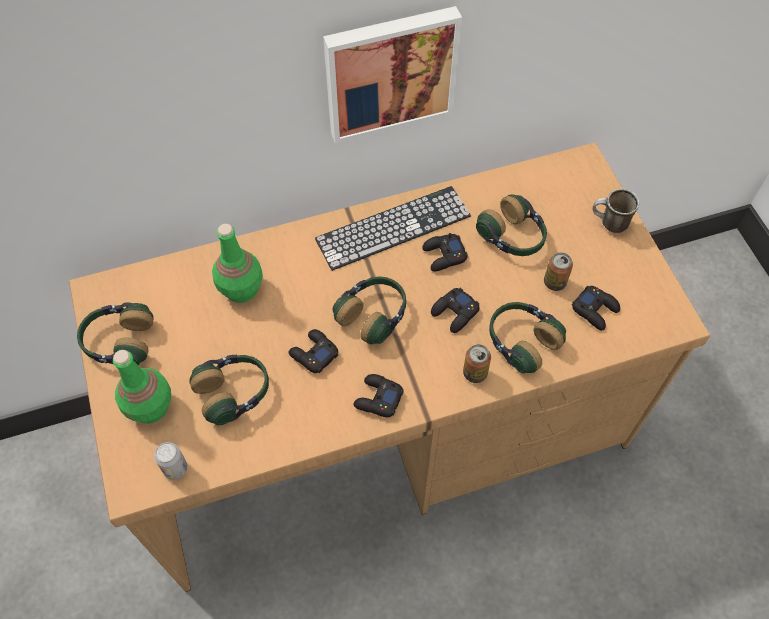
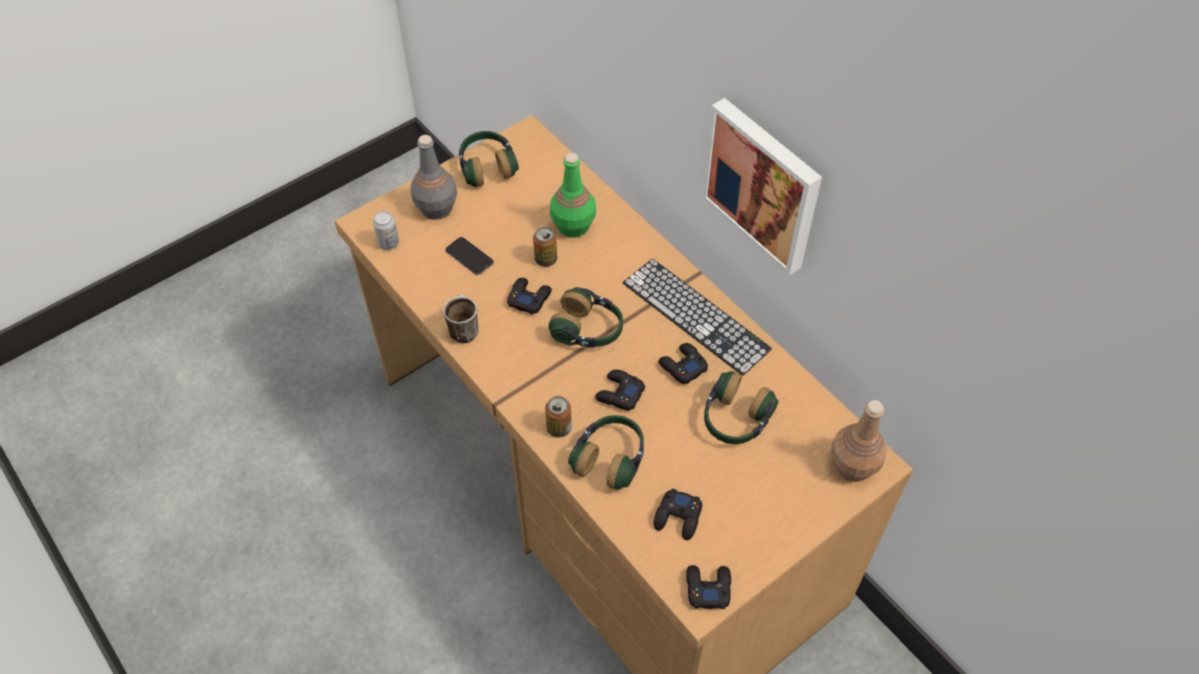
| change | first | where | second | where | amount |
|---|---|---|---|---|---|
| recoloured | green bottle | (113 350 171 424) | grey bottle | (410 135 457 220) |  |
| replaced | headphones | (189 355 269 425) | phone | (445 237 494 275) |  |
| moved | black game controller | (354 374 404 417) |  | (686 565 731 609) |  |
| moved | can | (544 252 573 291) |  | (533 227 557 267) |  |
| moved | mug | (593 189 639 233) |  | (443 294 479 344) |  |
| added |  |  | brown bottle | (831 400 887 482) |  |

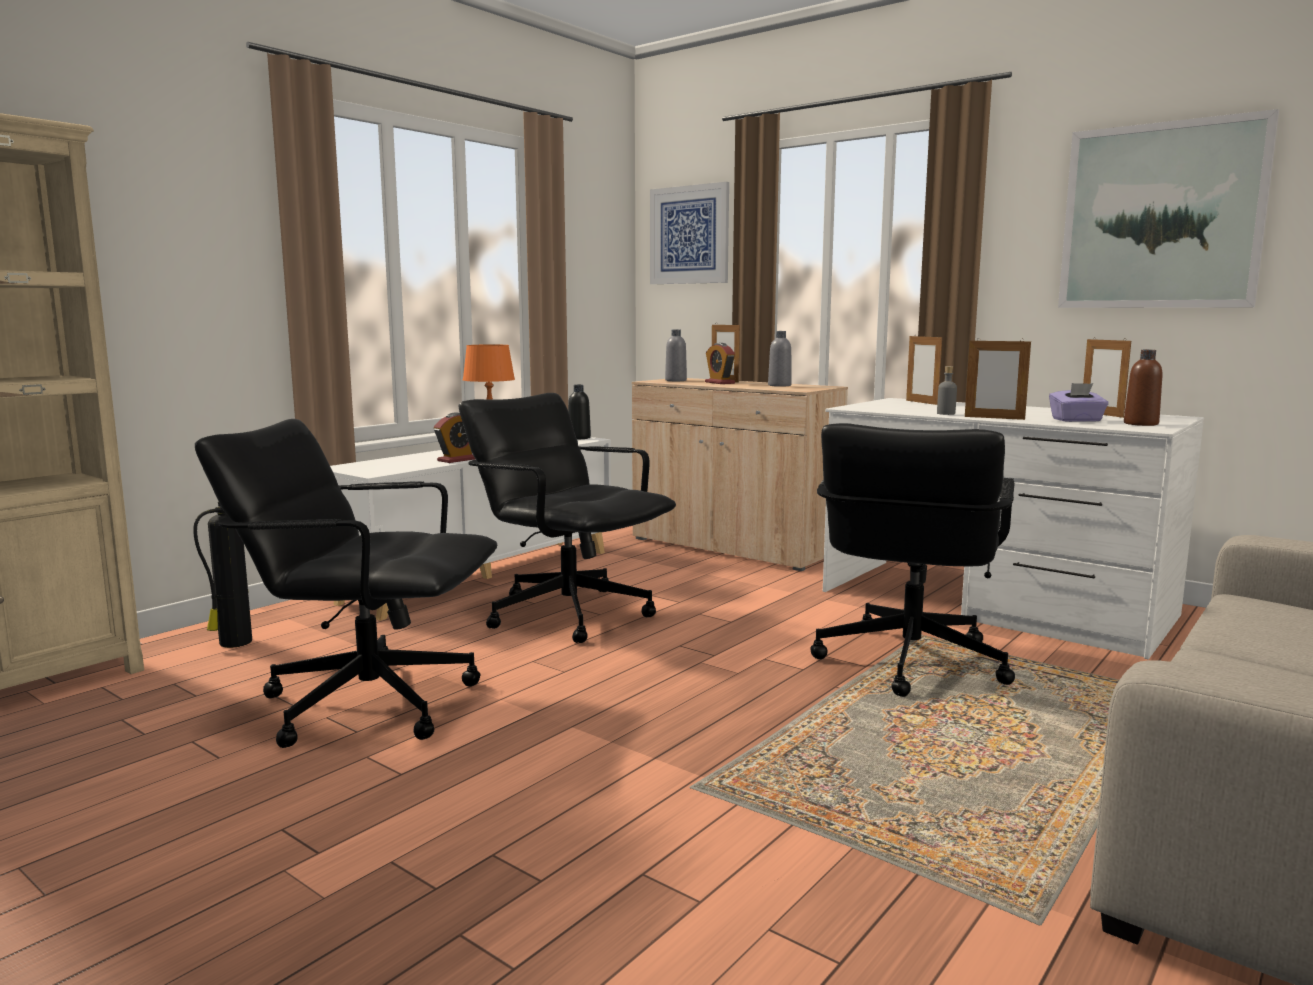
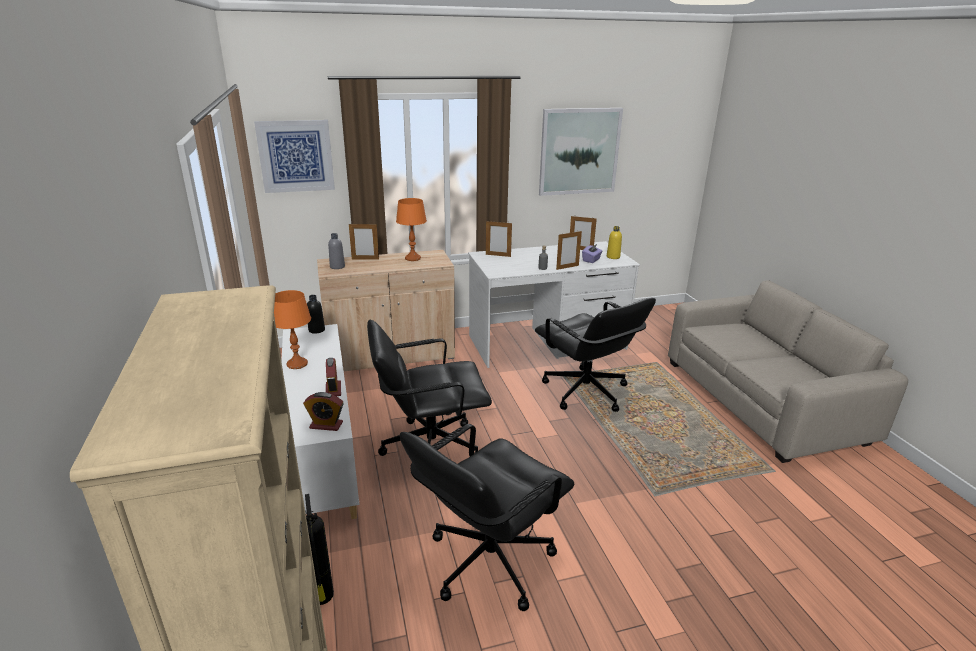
| change | first | where | second | where | amount |
|---|---|---|---|---|---|
| moved | alarm clock | (705 343 735 384) |  | (303 392 344 431) |  |
| replaced | grey bottle | (768 331 792 387) | orange table lamp | (396 198 427 261) |  |
| recoloured | brown bottle | (1124 350 1162 426) | yellow bottle | (607 226 622 259) |  |

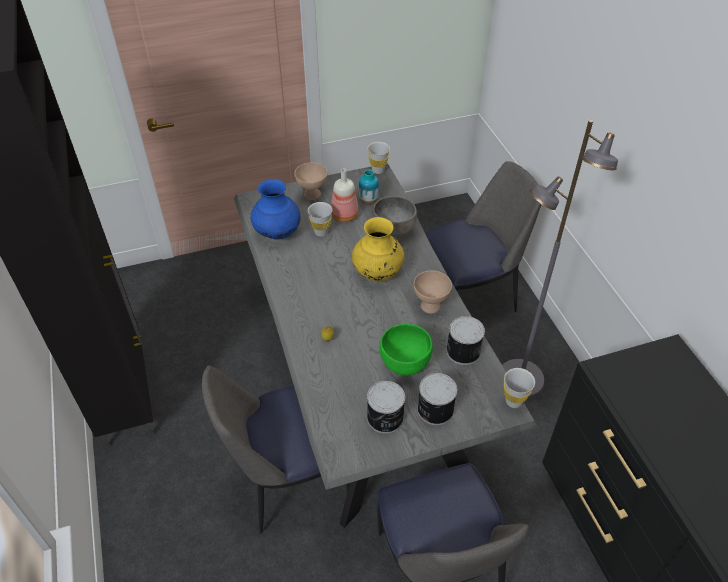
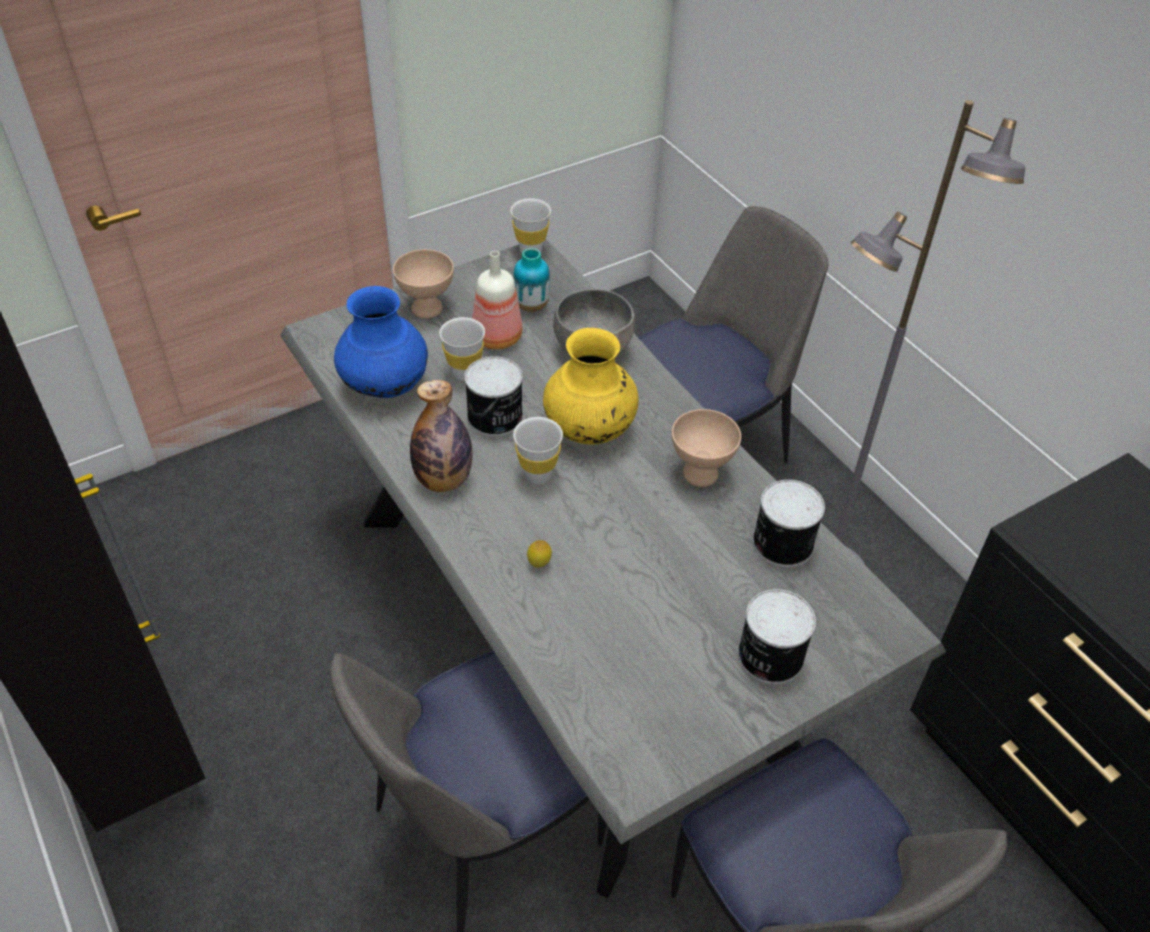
| change | first | where | second | where | amount |
|---|---|---|---|---|---|
| moved | can | (367 381 405 434) |  | (465 356 523 437) |  |
| removed | green bowl | (379 324 433 376) |  |  |  |
| moved | white cup | (504 368 535 408) |  | (513 417 563 485) |  |
| added |  |  | bottle | (410 380 472 492) |  |

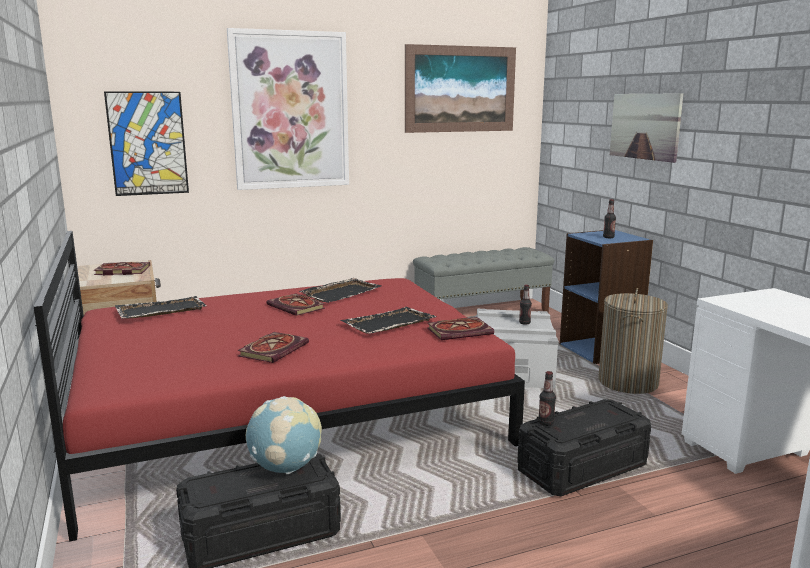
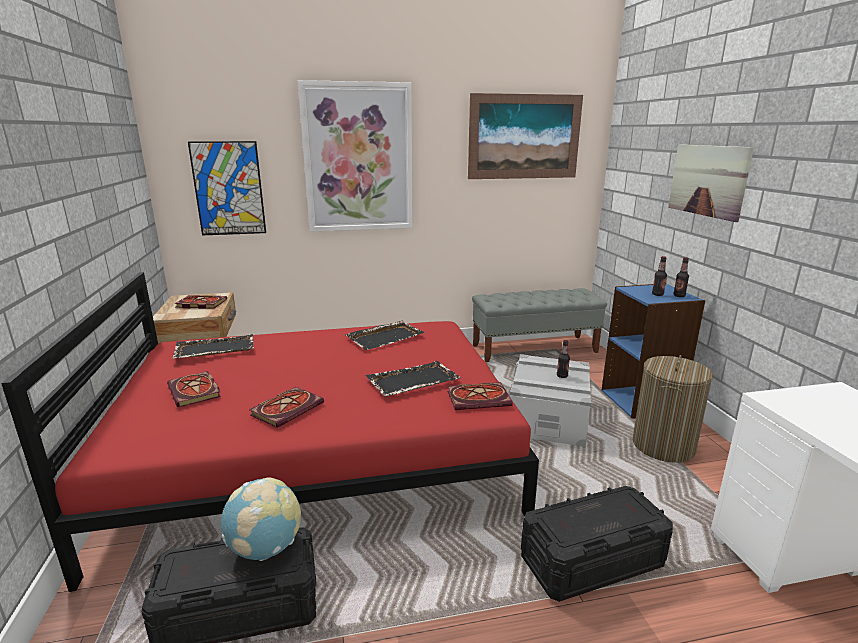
| change | first | where | second | where | amount |
|---|---|---|---|---|---|
| moved | book | (266 294 325 316) |  | (167 371 221 407) |  |
| moved | bottle | (538 371 556 426) |  | (673 257 689 297) |  |

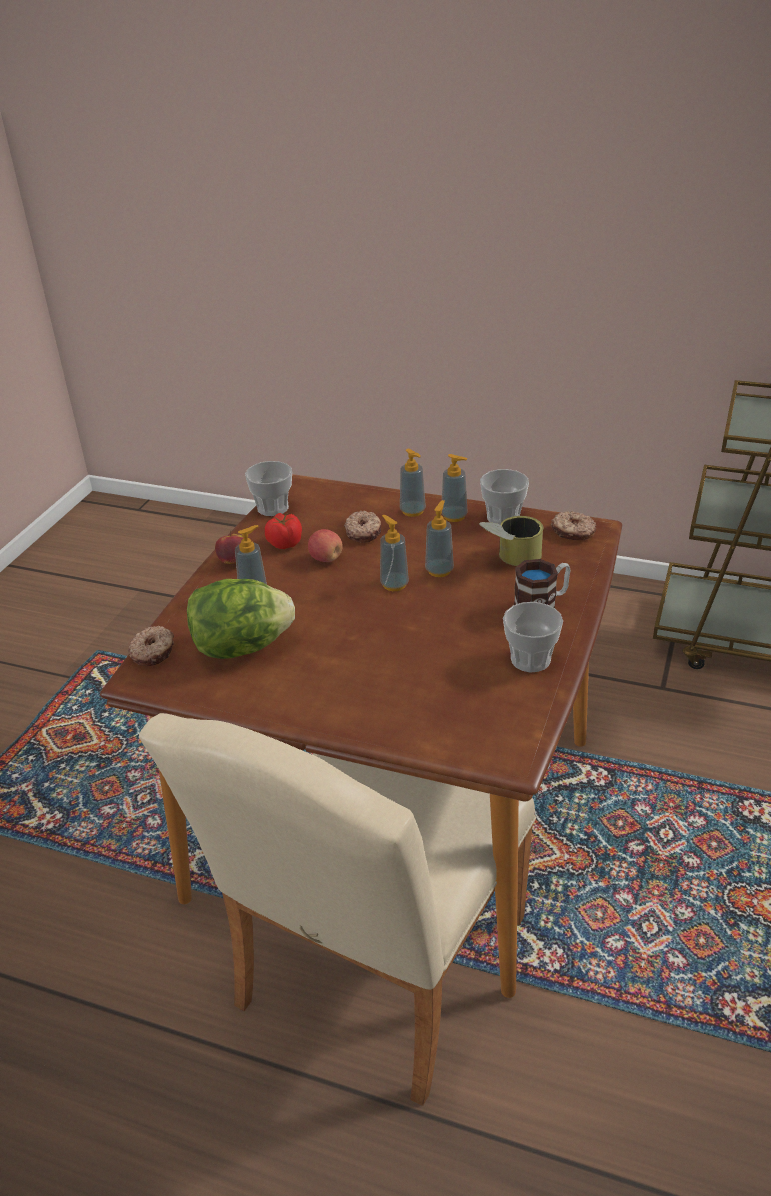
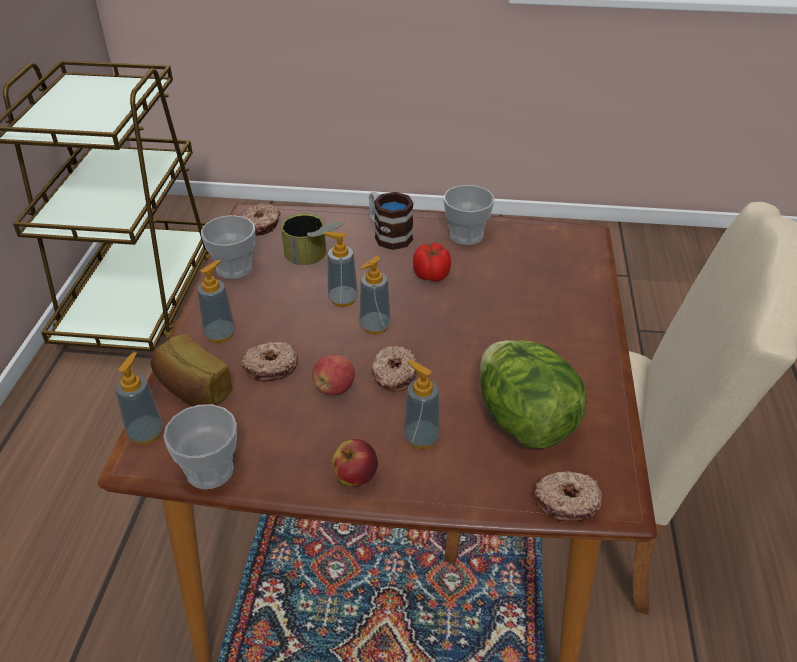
| change | first | where | second | where | amount |
|---|---|---|---|---|---|
| moved | tomato | (265 513 302 549) |  | (413 243 451 282) |  |
| moved | soap dispenser | (442 454 468 522) |  | (115 352 163 444) |  |
| added |  |  | bread | (151 334 232 407) |  |
| added |  |  | donut | (372 346 418 392) |  |

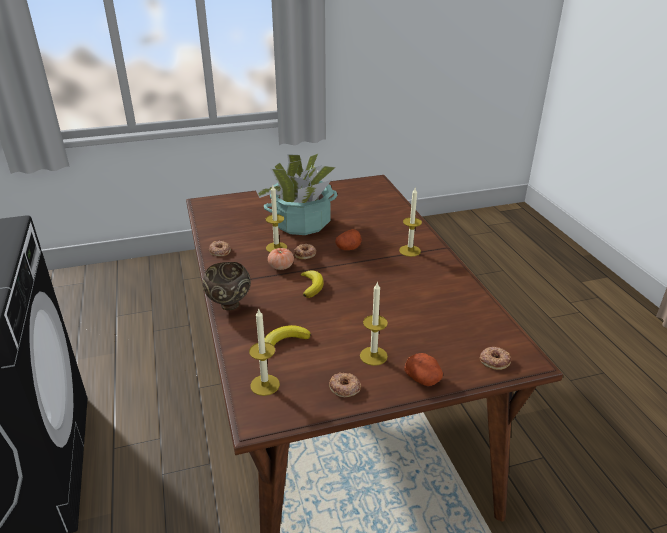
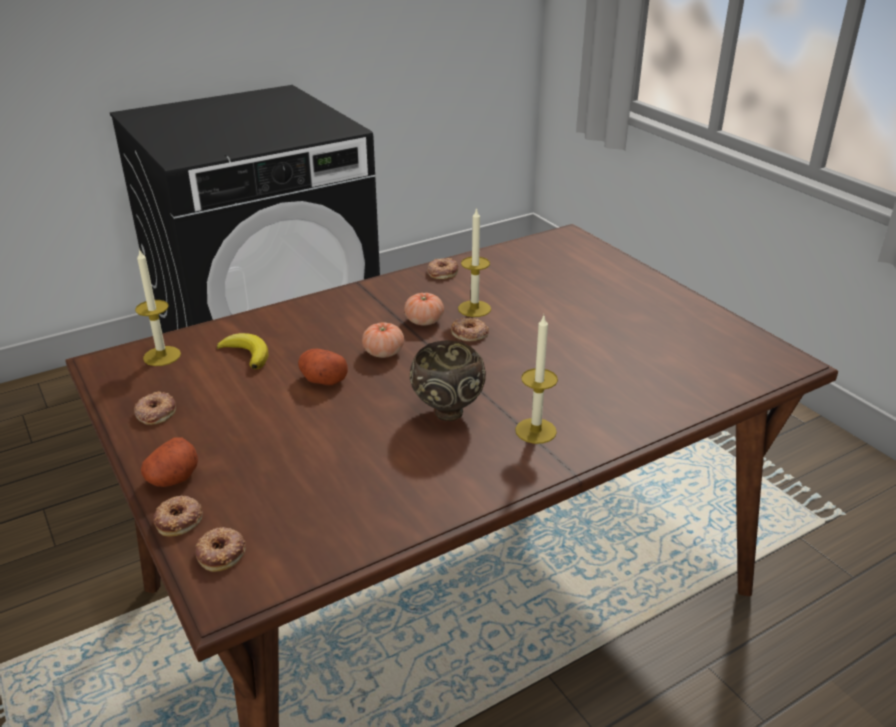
| change | first | where | second | where | amount |
|---|---|---|---|---|---|
| moved | brown bowl | (202 262 251 310) |  | (410 341 486 421) |  |
| removed | potted plant | (256 153 337 235) |  |  |  |
| replaced | banana | (300 271 324 298) | tomato | (362 323 404 358) |  |
| moved | potato | (335 229 362 250) |  | (298 349 348 386) |  |
| removed | candle | (360 283 388 366) |  |  |  |
| added |  |  | donut | (153 495 203 537) |  |

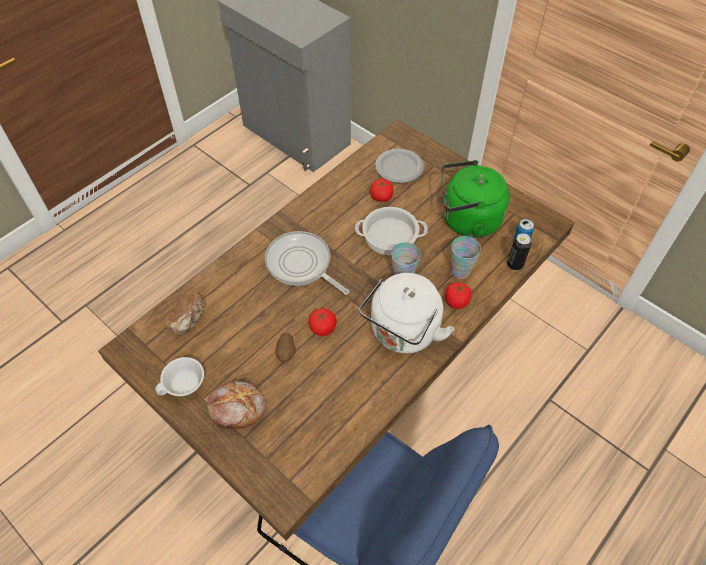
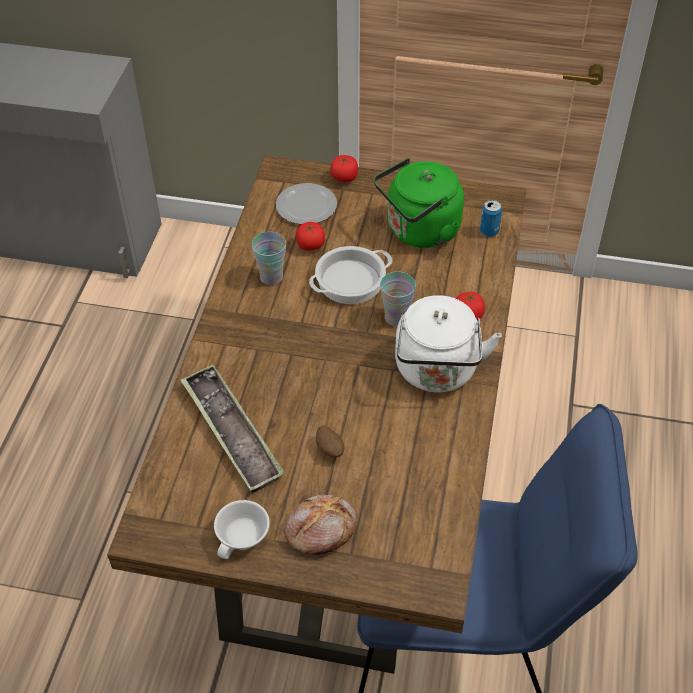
| change | first | where | second | where | amount |
|---|---|---|---|---|---|
| removed | bread | (163 292 204 335) |  |  |  |
| removed | frying pan | (265 231 350 295) |  |  |  |
| moved | tomato | (308 308 337 336) |  | (330 155 358 182) |  |
| moved | cup | (451 236 481 279) |  | (252 232 286 285) |  |
| removed | can | (507 233 532 271) |  |  |  |
| added |  |  | tray | (181 364 285 493) |  |

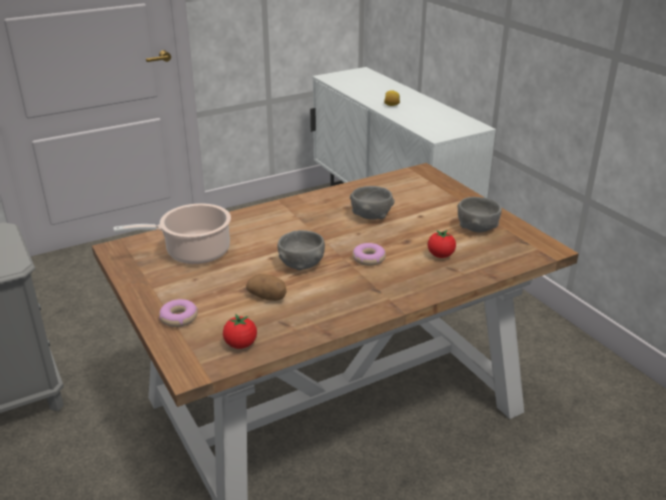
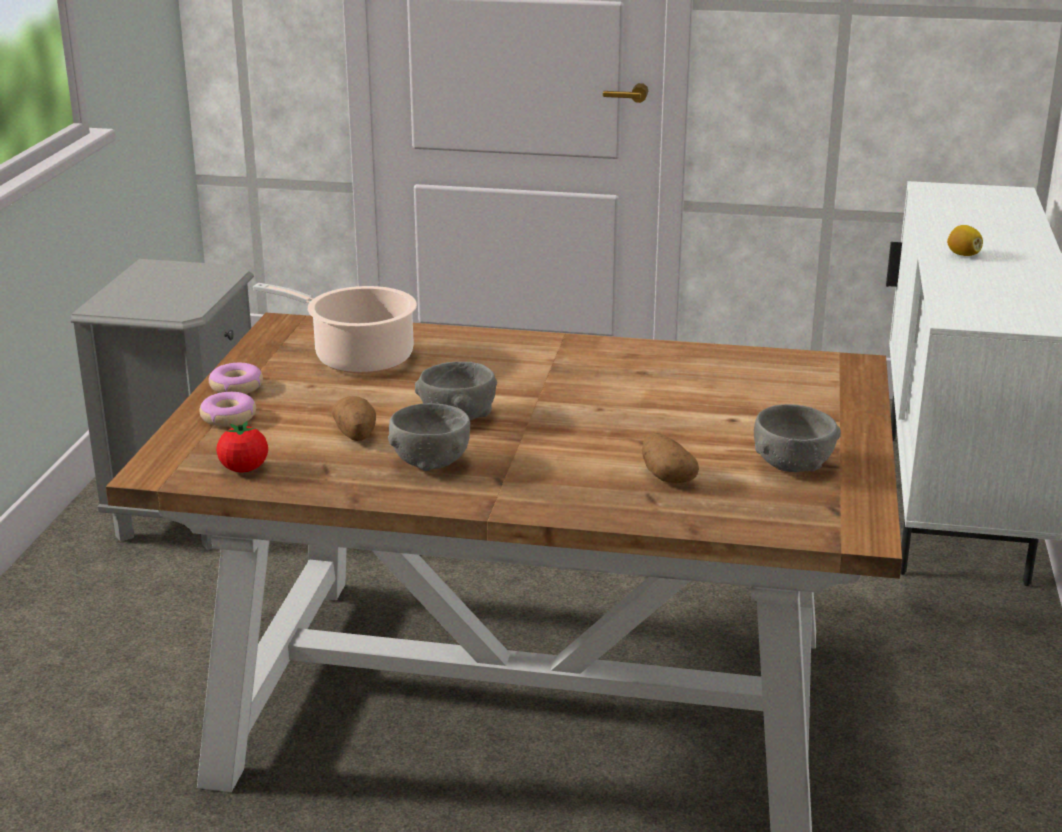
| change | first | where | second | where | amount |
|---|---|---|---|---|---|
| moved | grey bowl | (350 186 395 220) |  | (388 403 470 471) |  |
| moved | donut | (352 243 386 266) |  | (209 363 263 394) |  |
| replaced | tomato | (428 230 456 258) | potato | (642 433 699 483) |  |

